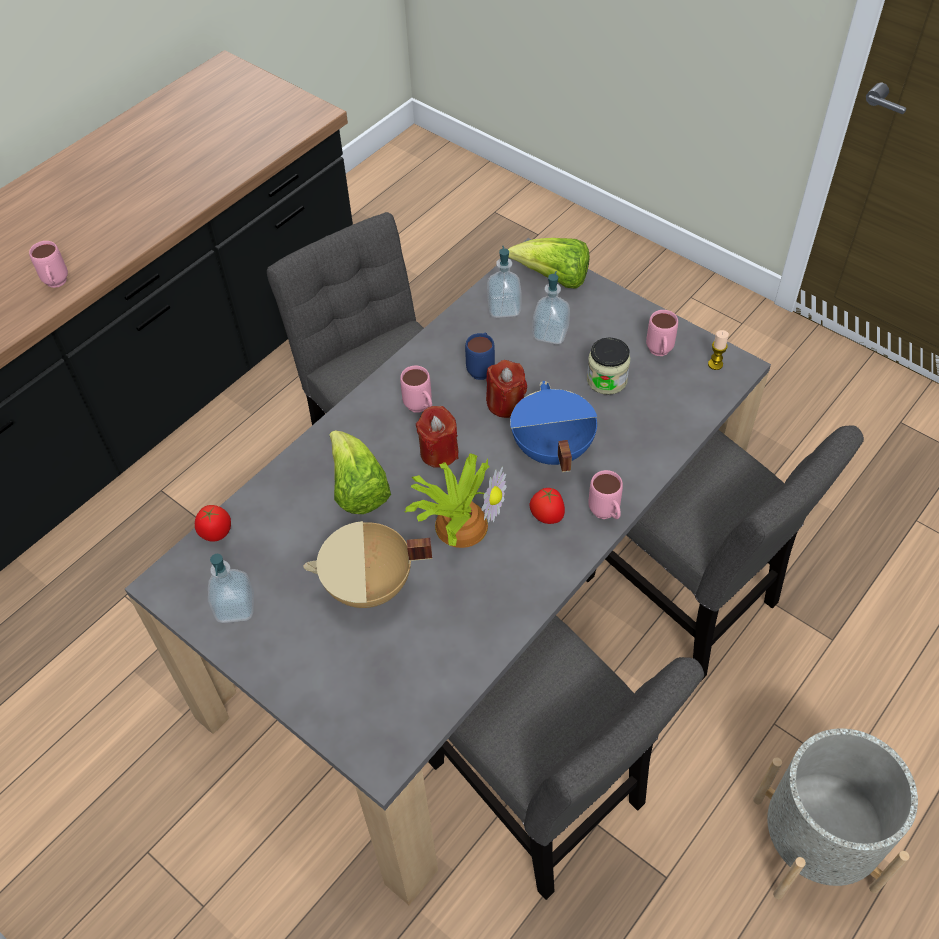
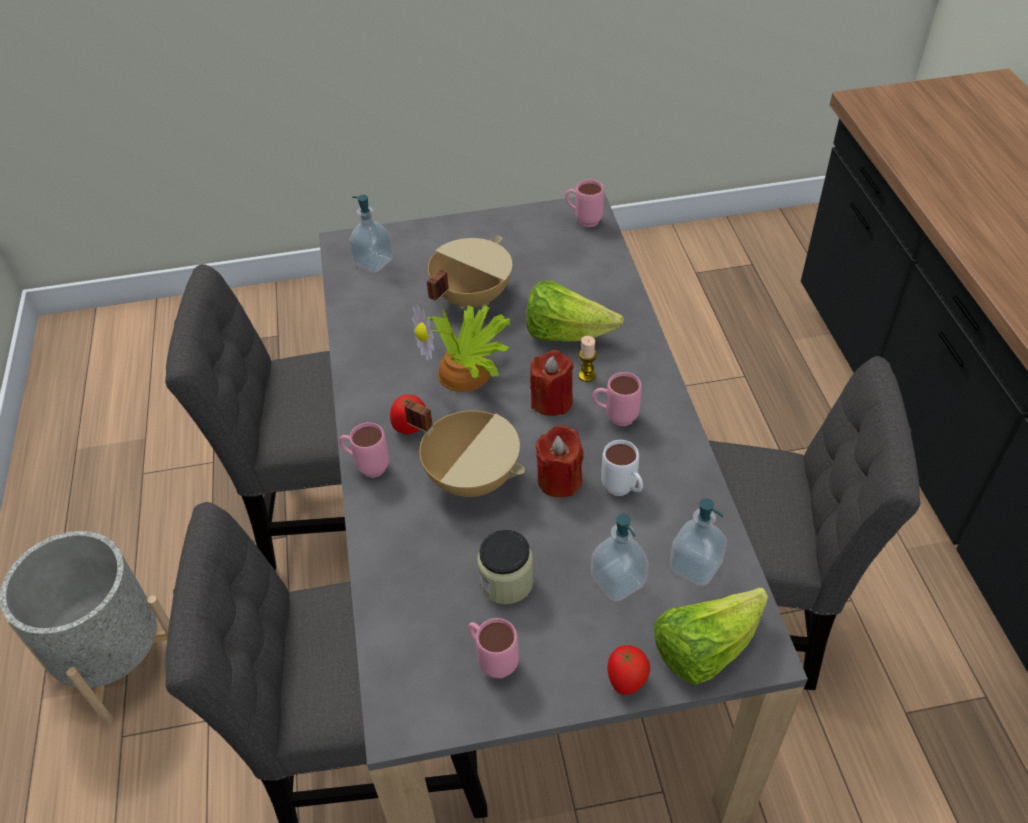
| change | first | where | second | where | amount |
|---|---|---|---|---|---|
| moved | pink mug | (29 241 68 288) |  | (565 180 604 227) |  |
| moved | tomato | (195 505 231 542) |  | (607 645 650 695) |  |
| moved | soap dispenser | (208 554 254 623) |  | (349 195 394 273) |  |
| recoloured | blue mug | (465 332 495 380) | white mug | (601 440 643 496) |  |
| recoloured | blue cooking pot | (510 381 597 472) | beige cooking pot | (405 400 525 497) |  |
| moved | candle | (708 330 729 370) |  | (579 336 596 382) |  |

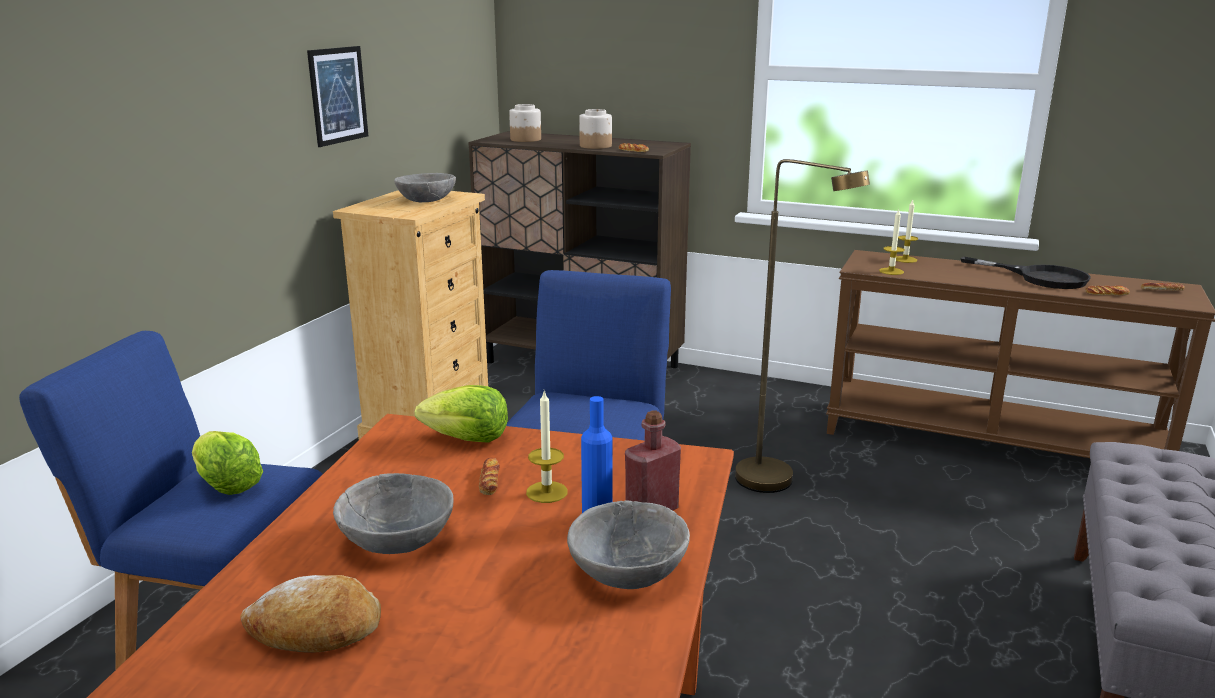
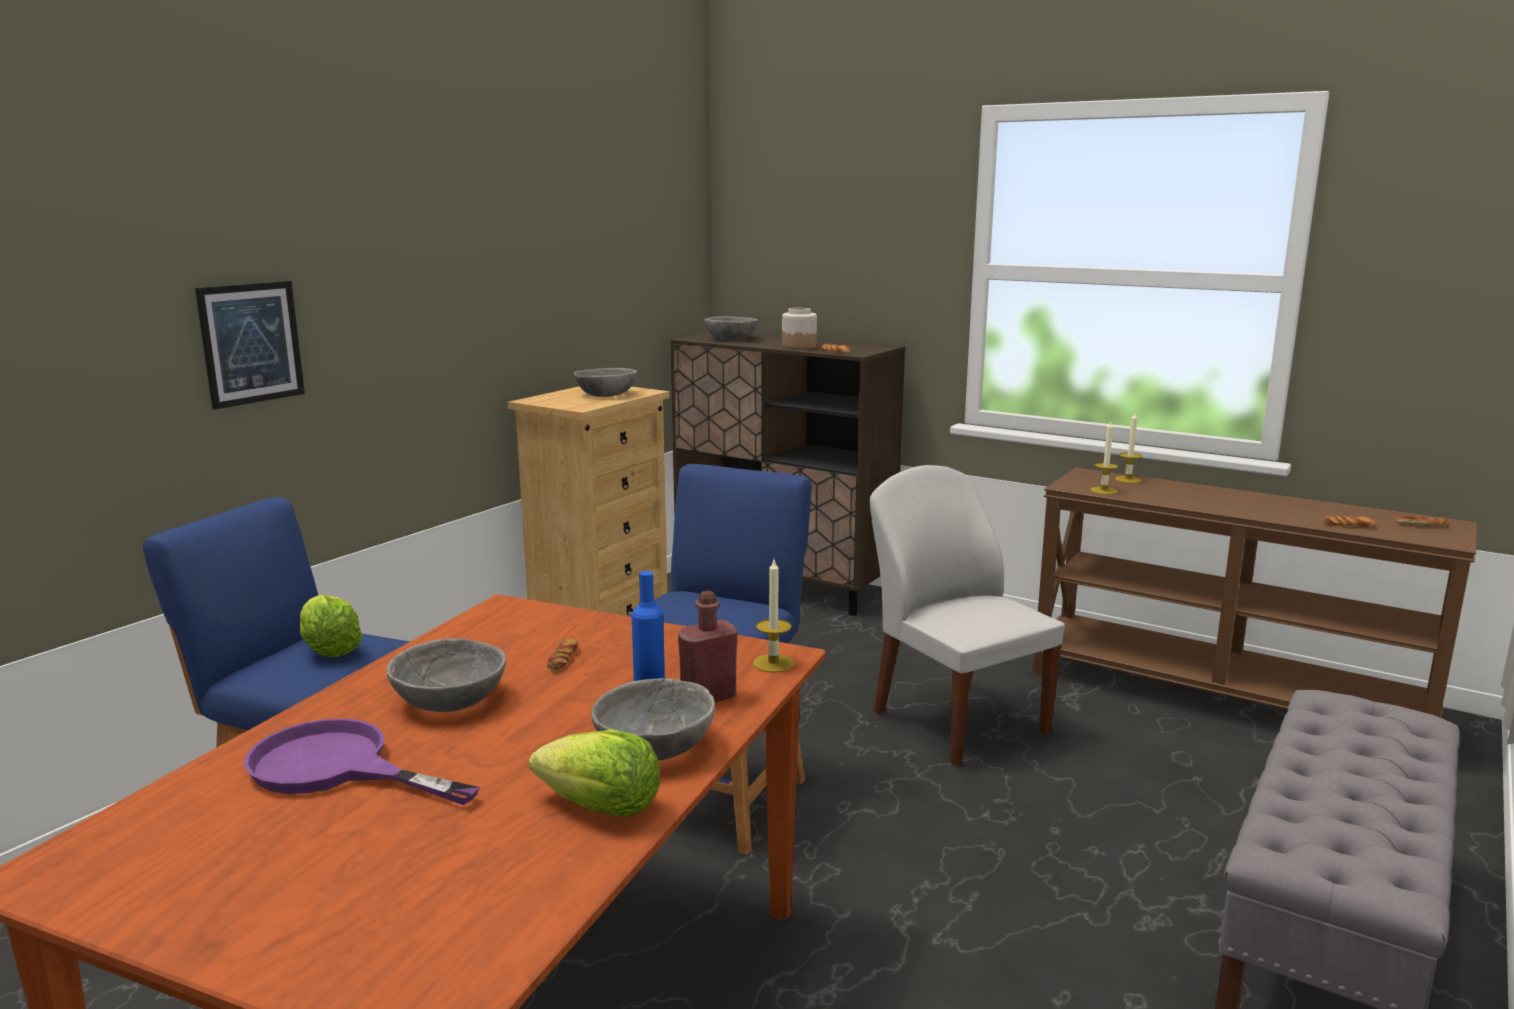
| change | first | where | second | where | amount |
|---|---|---|---|---|---|
| replaced | bread | (240 575 381 652) | purple frying pan | (244 718 480 805) |  |
| moved | picture | (307 46 368 147) |  | (195 281 305 410) |  |
| moved | lettuce | (415 385 508 443) |  | (529 730 660 818) |  |
| replaced | jar | (509 104 541 142) | grey bowl | (704 316 758 340) |  |
| moved | candle | (526 390 568 503) |  | (753 560 794 673) |  |
| replaced | brown floor lamp | (735 159 870 493) | white chair | (870 465 1065 766) |  |
| removed | black frying pan | (961 257 1091 289) |  |  |  |

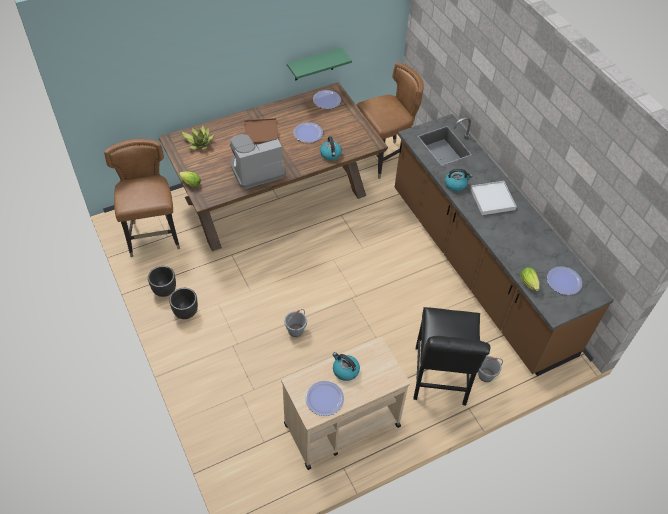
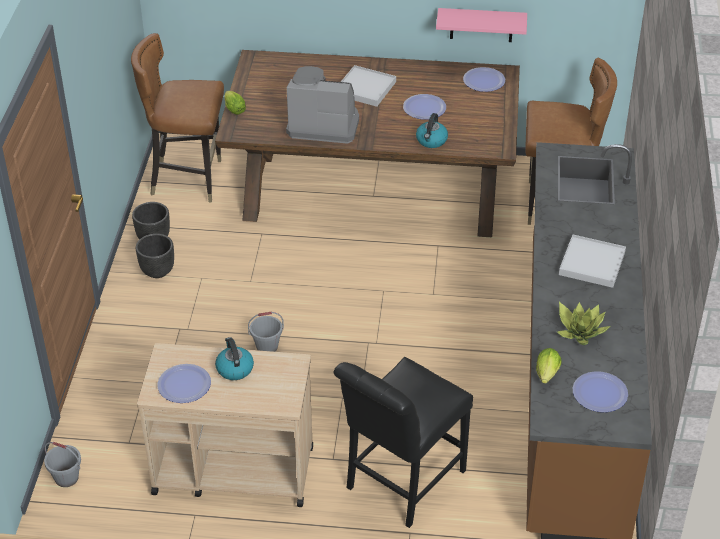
| change | first | where | second | where | amount |
|---|---|---|---|---|---|
| turned | brown chair | (104 139 180 257) |  | (131 33 224 202) | 105 degrees counterclockwise |
| moved | potted plant | (181 125 215 150) |  | (557 302 610 345) |  |
| recoloured | brown tray | (244 118 279 145) | white tray | (341 65 396 107) |  |
| recoloured | green shelf | (287 47 352 80) | pink shelf | (436 8 527 42) |  |
| removed | kettle | (445 168 473 191) |  |  |  |
| moved | grey bucket | (478 356 503 382) |  | (44 442 81 487) |  |

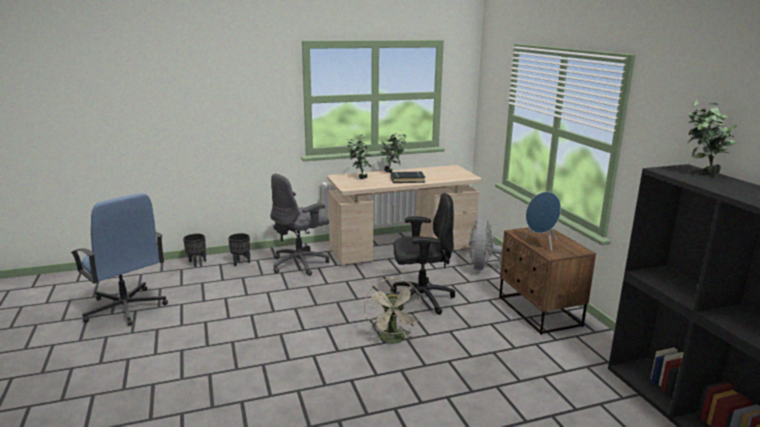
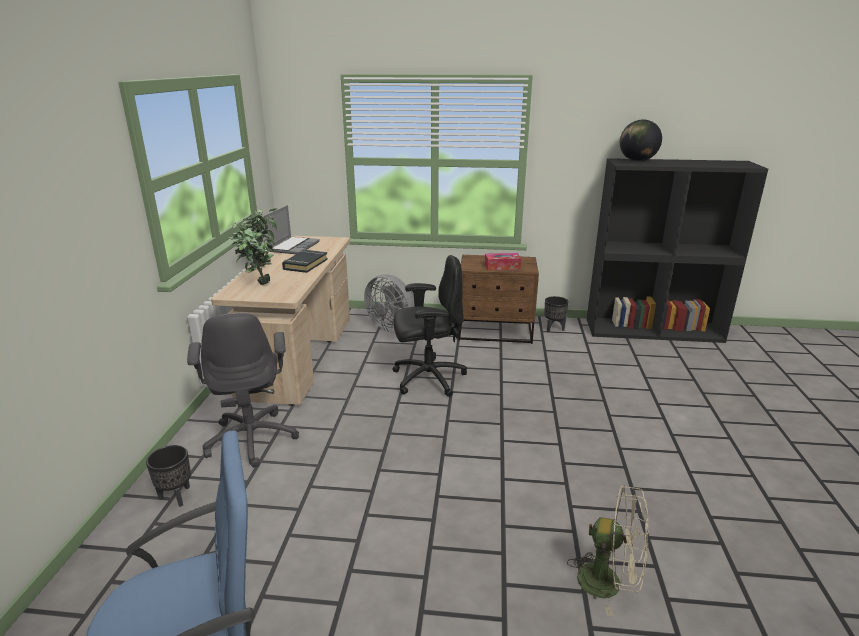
| change | first | where | second | where | amount |
|---|---|---|---|---|---|
| moved | black planter | (183 234 206 267) |  | (544 296 569 332) |  |
| moved | beige fan | (364 278 422 344) |  | (567 485 649 616) |  |
| turned | black office chair | (391 193 455 315) |  | (392 255 467 397) | 60 degrees clockwise |
| replaced | blue speaker | (524 192 561 251) | tissue box | (485 253 521 270) |  |
| replaced | potted plant | (687 100 737 175) | globe | (620 119 662 161) |  |
| added |  |  | laptop | (264 205 320 254) |  |

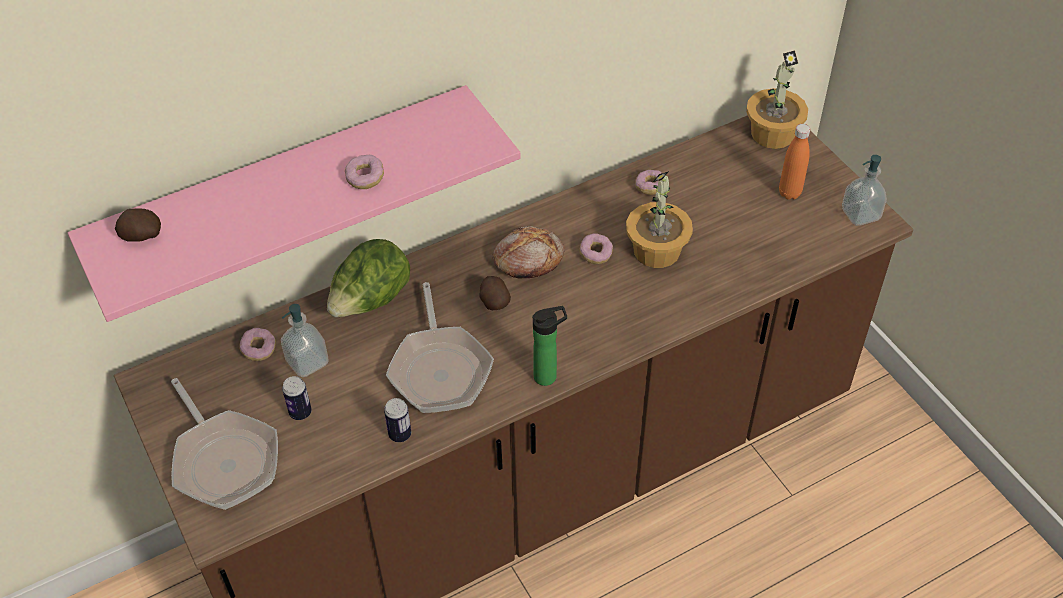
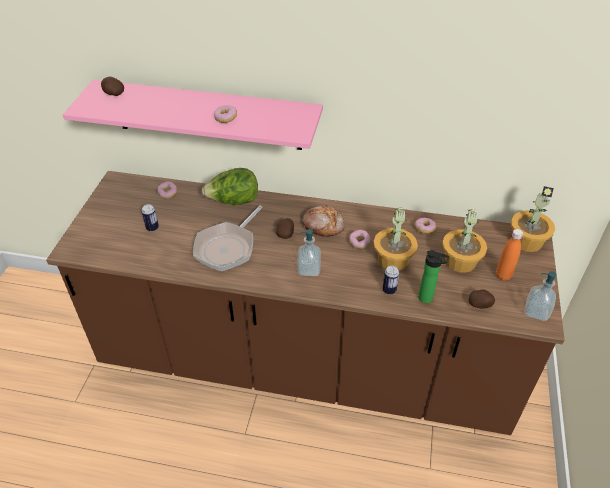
| change | first | where | second | where | amount |
|---|---|---|---|---|---|
| removed | frying pan | (171 378 278 510) |  |  |  |
| moved | soap dispenser | (281 304 329 377) |  | (297 229 321 276) |  |
| moved | can | (384 398 411 442) |  | (382 266 399 294) |  |
| moved | bottle | (532 306 567 386) |  | (418 250 450 303) |  |
| added |  |  | potted plant | (442 209 487 273) |  |
| added |  |  | potato | (469 290 495 309) |  |

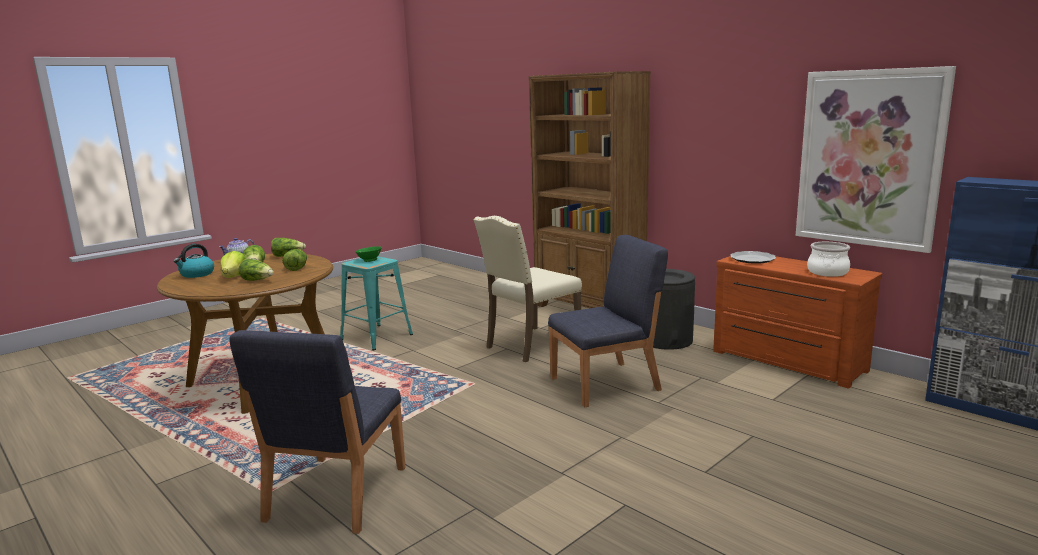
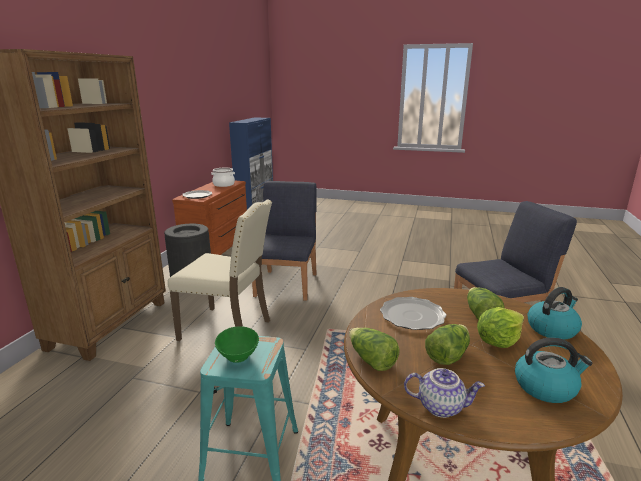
| change | first | where | second | where | amount |
|---|---|---|---|---|---|
| replaced | lettuce | (282 249 307 271) | plate | (380 297 447 330) |  |
| turned | blue chair | (548 235 668 408) |  | (252 181 317 301) | 60 degrees clockwise |
| removed | picture | (796 66 956 253) |  |  |  |
| added |  |  | kettle | (528 287 582 340) |  |

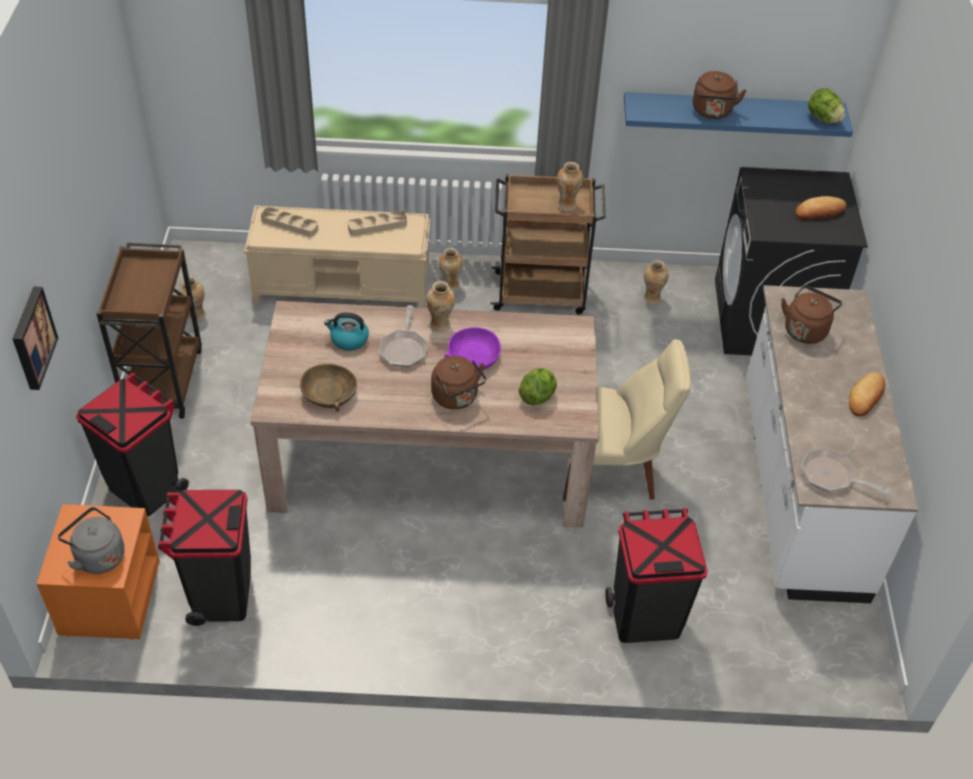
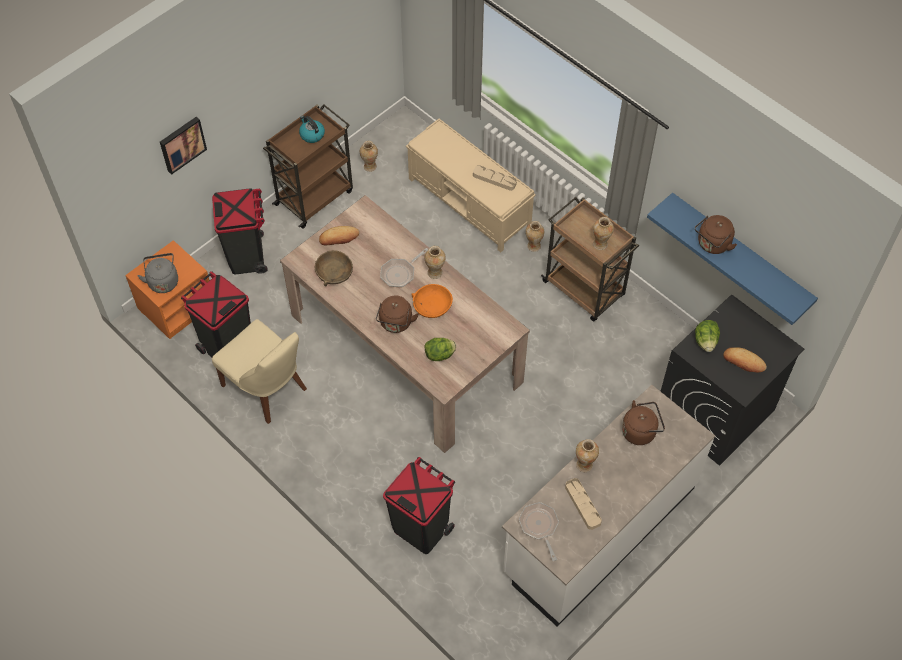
| change | first | where | second | where | amount |
|---|---|---|---|---|---|
| moved | beige tray | (261 207 318 237) |  | (565 478 602 530) |  |
| moved | kettle | (324 312 369 351) |  | (299 115 325 143) |  |
| recoloured | purple bowl | (445 327 501 370) | orange bowl | (411 284 453 318) |  |
| moved | beige chair | (563 339 691 501) |  | (212 319 307 424) |  |
| moved | vase | (643 260 668 304) |  | (576 439 599 472) |  |
| moved | lettuce | (808 88 846 123) |  | (695 320 720 352) |  |
| moved | bread | (849 372 885 416) |  | (319 226 359 245) |  |

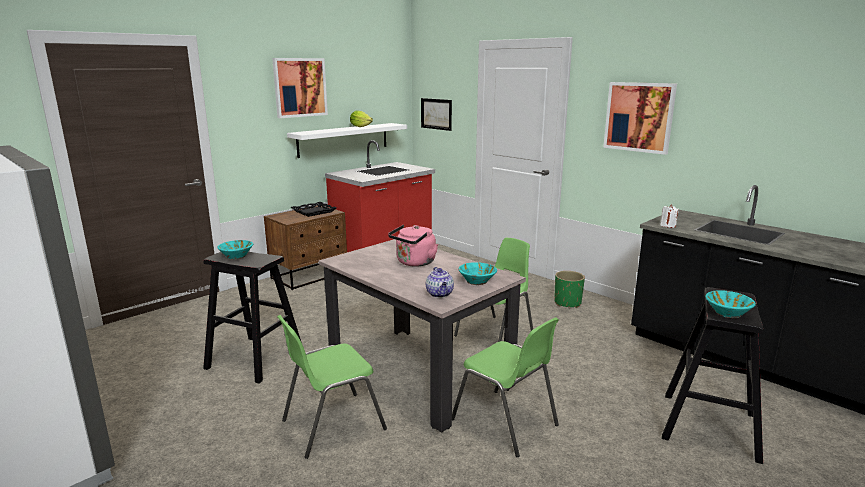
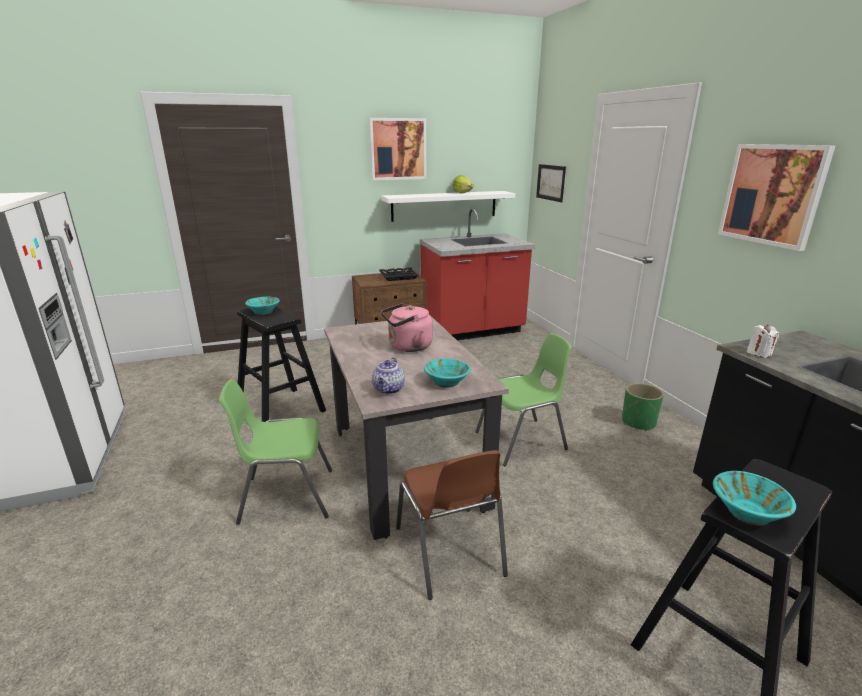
| change | first | where | second | where | amount |
|---|---|---|---|---|---|
| recoloured | green chair | (452 317 559 457) | brown chair | (396 450 508 600) |  |

